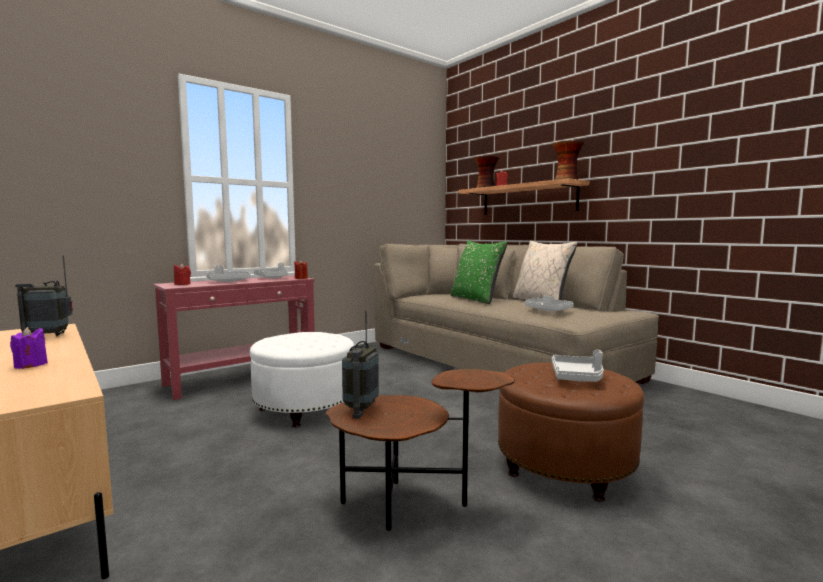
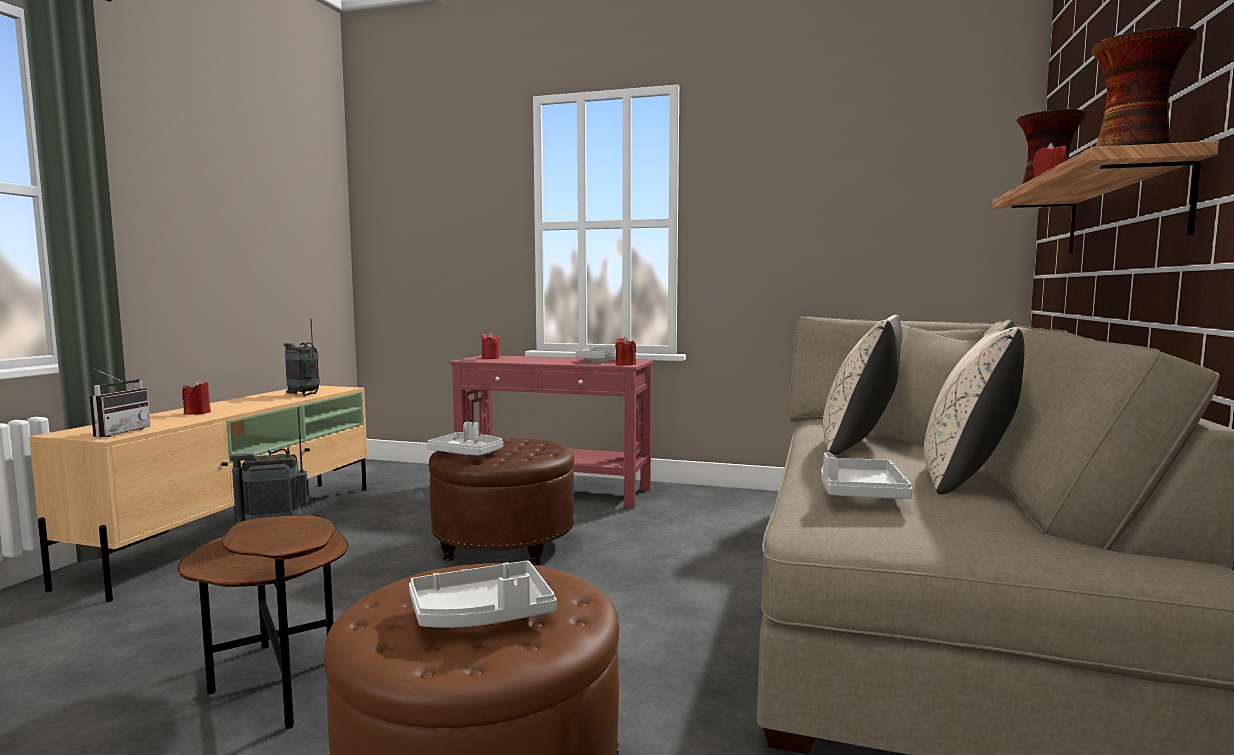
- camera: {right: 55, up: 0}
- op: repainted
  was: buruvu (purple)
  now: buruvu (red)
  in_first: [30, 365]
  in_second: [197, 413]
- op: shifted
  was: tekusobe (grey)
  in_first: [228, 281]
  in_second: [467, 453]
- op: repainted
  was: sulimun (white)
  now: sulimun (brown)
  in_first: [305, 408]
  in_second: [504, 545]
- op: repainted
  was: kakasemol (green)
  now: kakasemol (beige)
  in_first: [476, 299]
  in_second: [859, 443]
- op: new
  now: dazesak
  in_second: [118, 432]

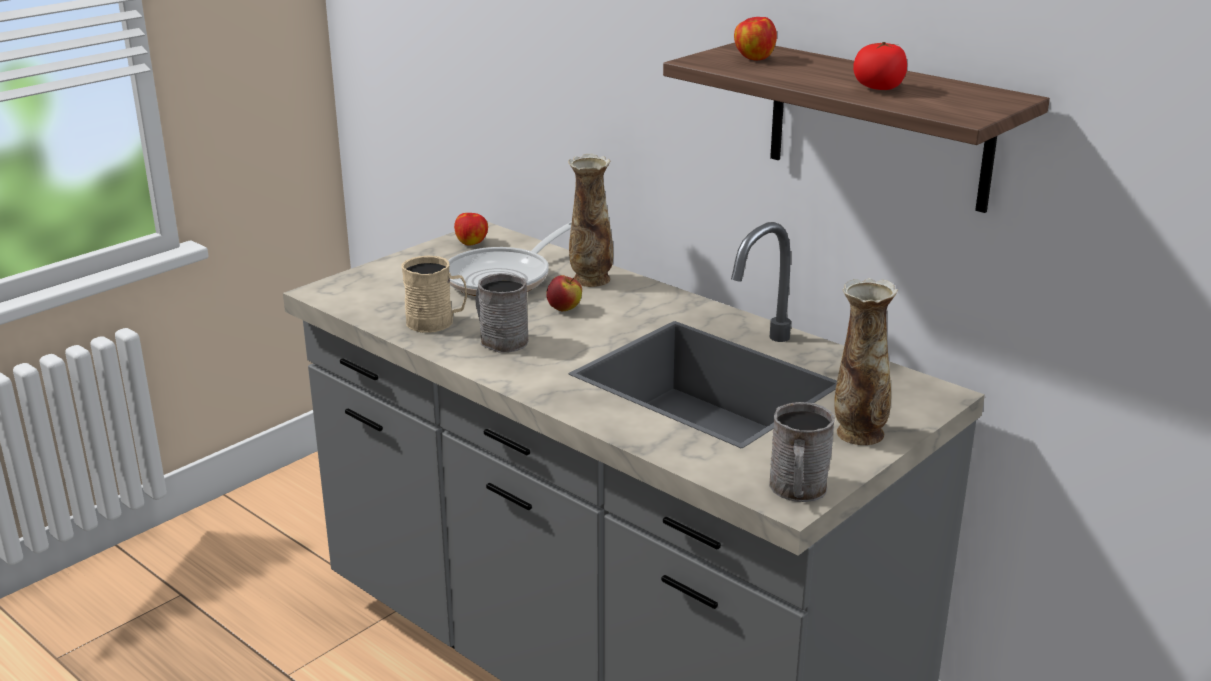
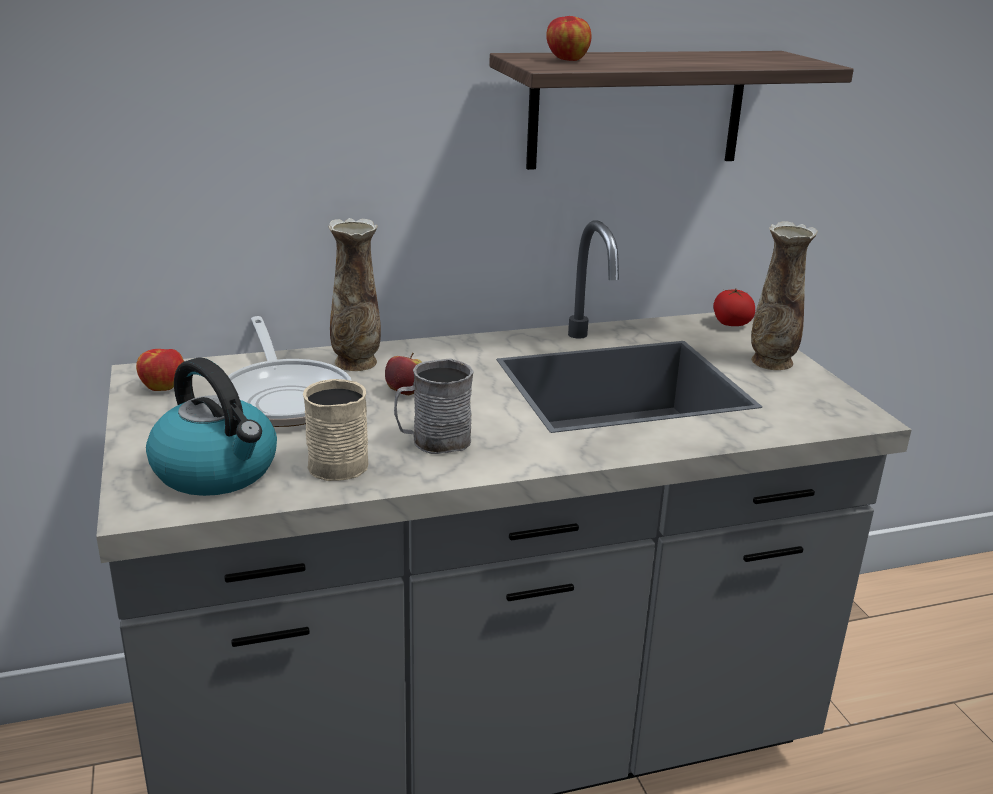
- camera: {right: -60, up: 0}
- op: gone
  was: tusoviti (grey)
  in_first: [798, 490]
- op: shifted
  was: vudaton
  in_first: [878, 88]
  in_second: [731, 324]
- op: new
  now: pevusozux
  in_second: [217, 471]

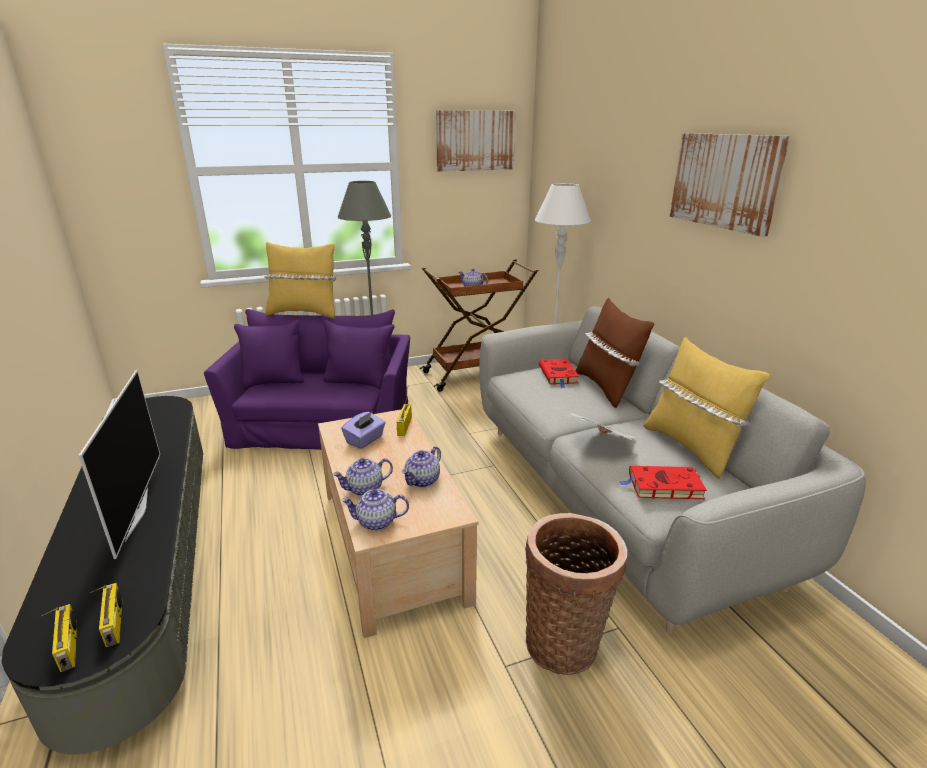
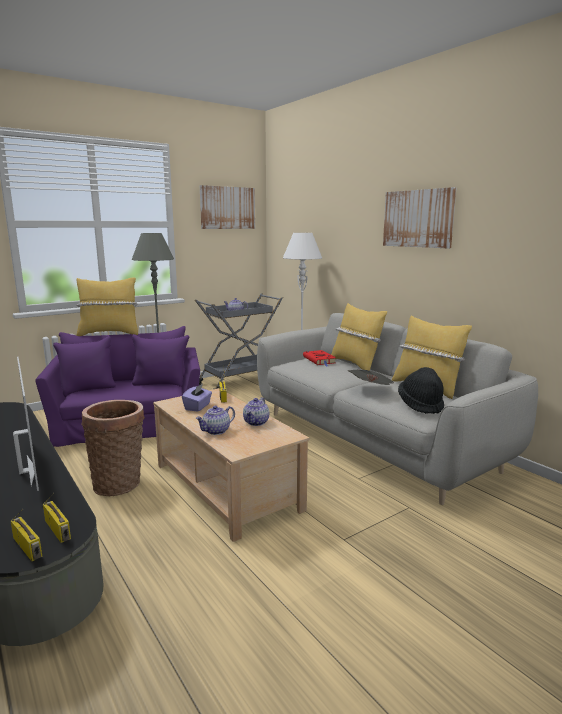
- camera: {right: -15, up: -10}
- op: gone
  was: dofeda
  in_first: [376, 522]
- op: repainted
  was: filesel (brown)
  now: filesel (grey)
  in_first: [477, 374]
  in_second: [240, 382]
- op: shifted
  was: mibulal
  in_first: [565, 641]
  in_second: [119, 483]
- op: repainted
  was: kakasemol (brown)
  now: kakasemol (yellow)
  in_first: [606, 387]
  in_second: [355, 364]
- op: swapped
  was: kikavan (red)
  now: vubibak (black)
  in_first: [663, 486]
  in_second: [421, 405]

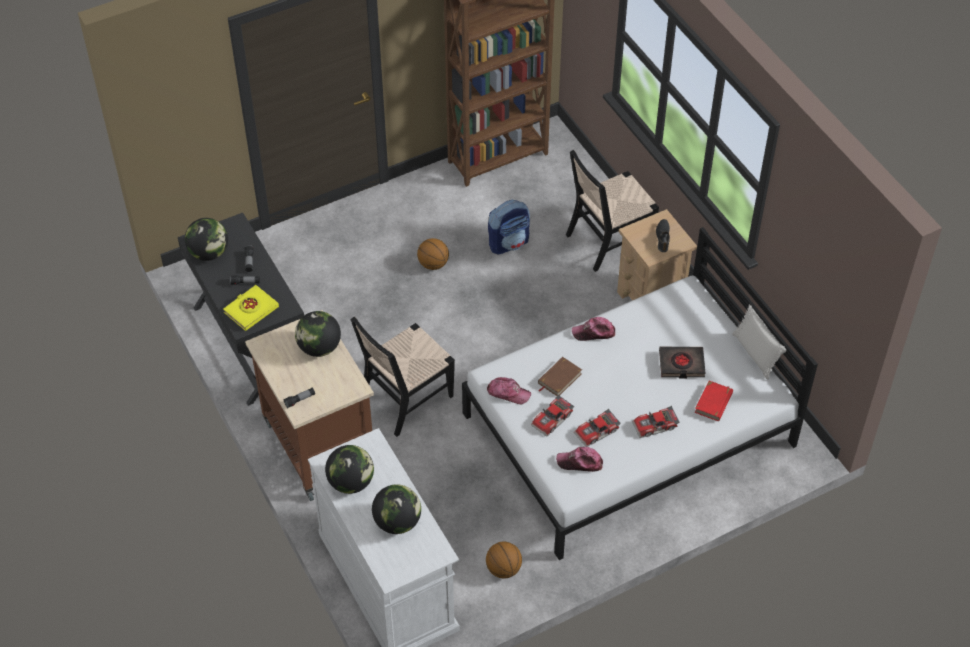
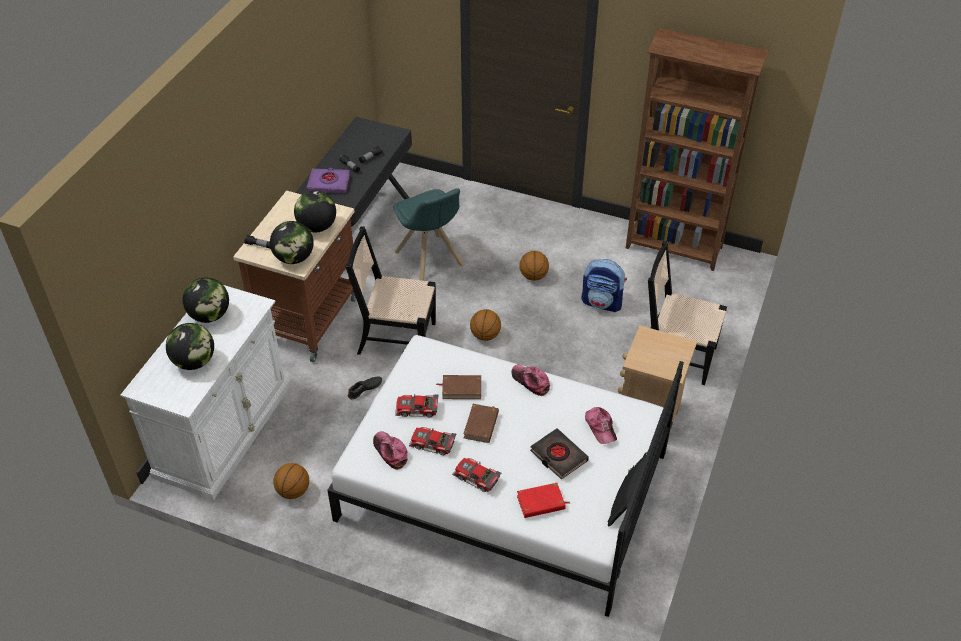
- camera: {right: 50, up: -5}
- op: shifted
  was: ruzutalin
  in_first: [209, 253]
  in_second: [294, 258]
- op: repainted
  was: kikavan (yellow)
  now: kikavan (purple)
  in_first: [251, 310]
  in_second: [329, 183]
- op: shifted
  was: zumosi
  in_first: [508, 393]
  in_second: [600, 427]
- op: shifted
  was: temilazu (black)
  in_first: [663, 237]
  in_second: [365, 389]
- op: repainted
  was: kakasemol (white)
  now: kakasemol (black)
  in_first: [756, 354]
  in_second: [627, 501]
- op: new
  now: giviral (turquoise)
  in_second: [430, 259]
- op: new
  now: kikavan (brown)
  in_second: [481, 425]
- op: new
  now: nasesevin
  in_second: [485, 335]

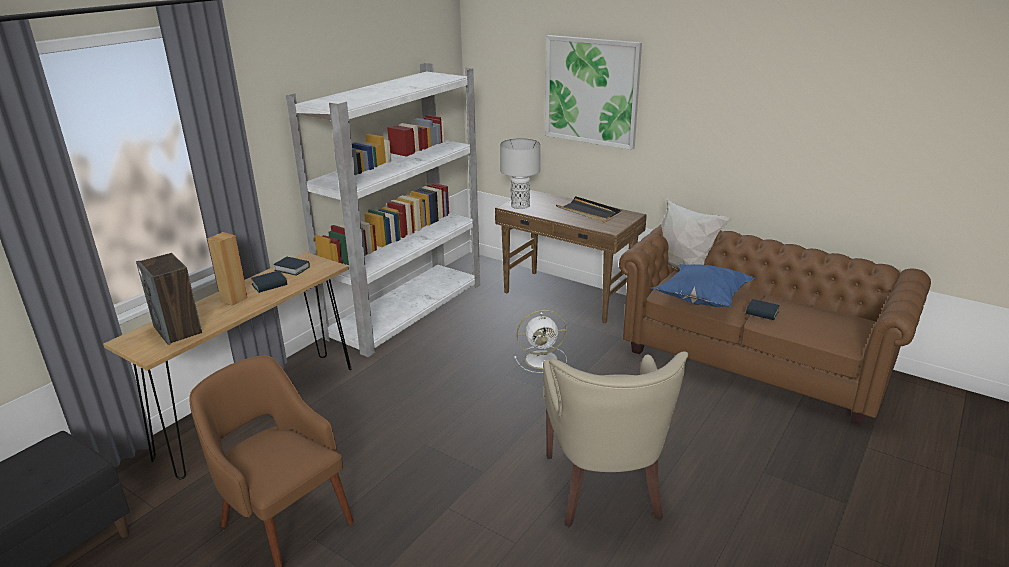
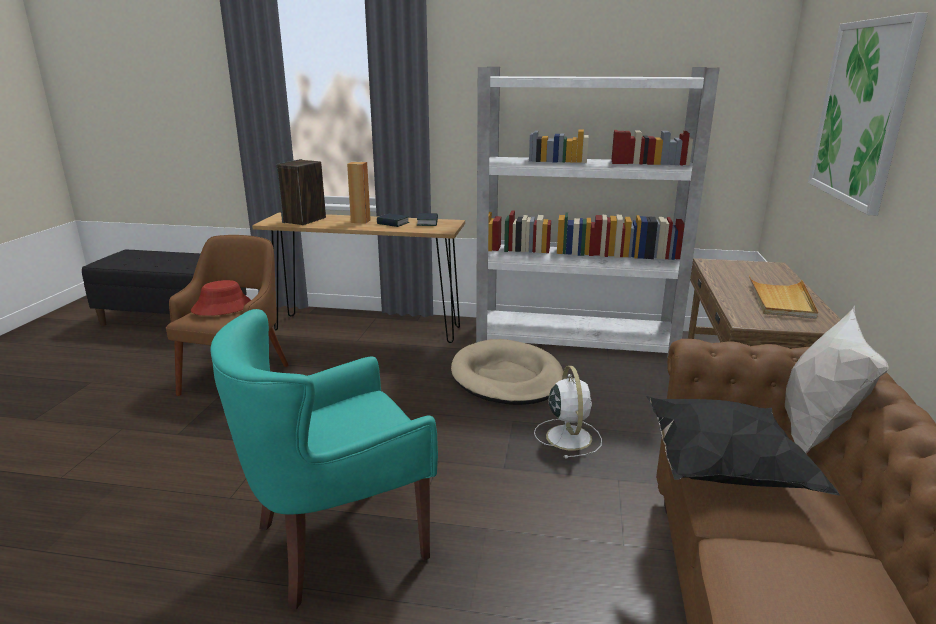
- camera: {right: 65, up: -5}
- op: gone
  was: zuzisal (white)
  in_first: [519, 205]
- op: rotated
  was: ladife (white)
  in_first: [543, 359]
  in_second: [568, 436]
  clockwise: -150
- op: repainted
  was: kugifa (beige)
  now: kugifa (turquoise)
  in_first: [603, 489]
  in_second: [337, 542]
- op: repainted
  was: tekusobe (black)
  now: tekusobe (beige)
  in_first: [589, 212]
  in_second: [781, 300]
- op: repainted
  was: kakasemol (blue)
  now: kakasemol (black)
  in_first: [701, 300]
  in_second: [721, 470]
- op: gone
  was: kikavan
  in_first: [762, 313]
- op: new
  now: vubibak (red)
  in_second: [222, 307]
- op: new
  now: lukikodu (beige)
  in_second: [507, 377]

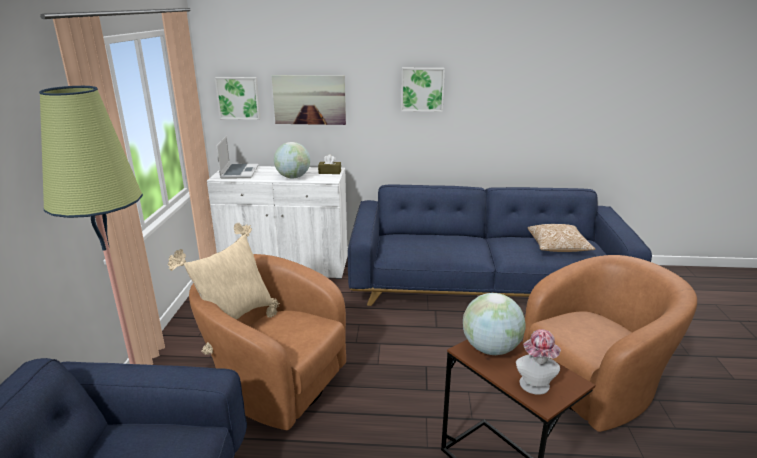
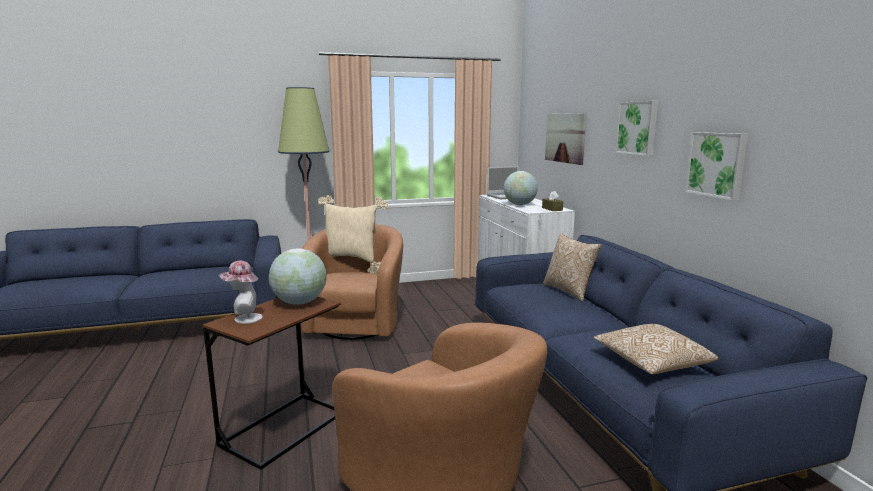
- camera: {right: 70, up: -10}
- op: shifted
  was: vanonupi
  in_first: [238, 98]
  in_second: [717, 164]
- op: new
  now: kakasemol
  in_second: [569, 291]

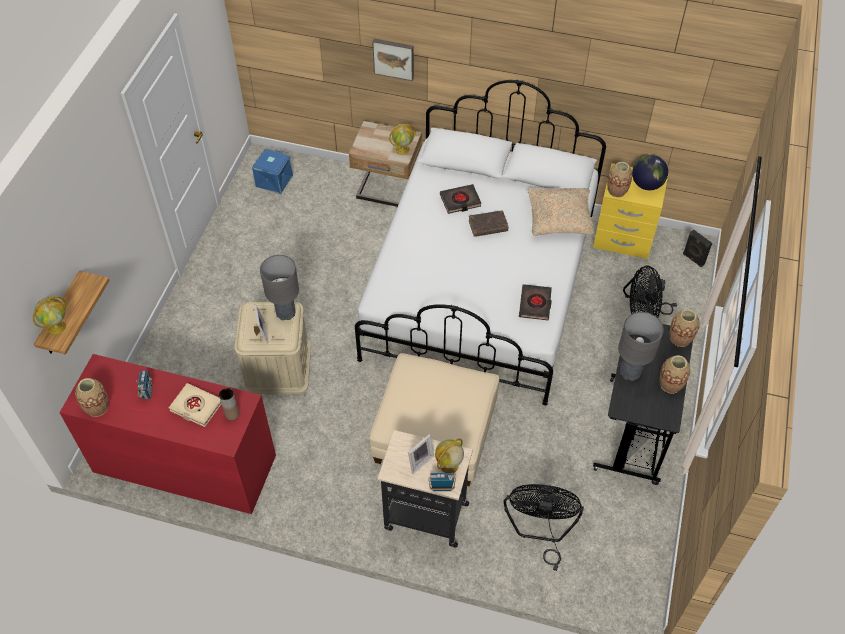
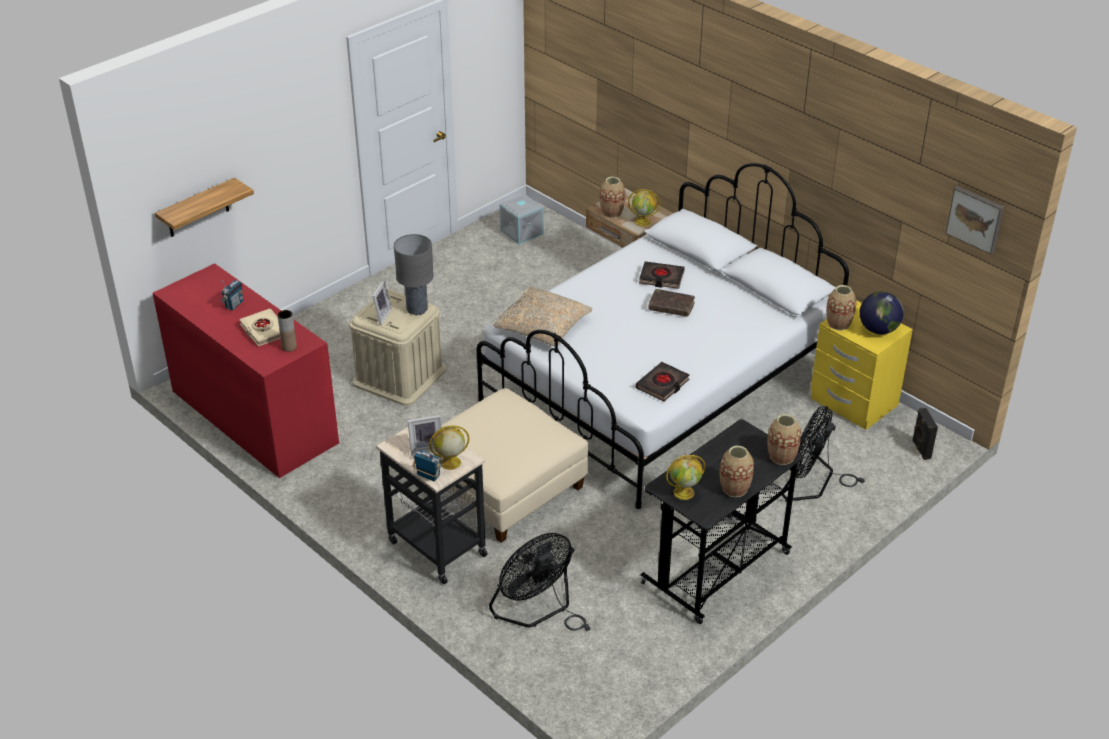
- camera: {right: 30, up: -15}
- op: shifted
  was: ruzutalin
  in_first: [57, 326]
  in_second: [684, 492]
- op: shifted
  was: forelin
  in_first: [97, 407]
  in_second: [611, 212]
- op: repainted
  was: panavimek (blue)
  now: panavimek (grey)
  in_first: [274, 181]
  in_second: [521, 231]
- op: shifted
  was: vanonupi
  in_first: [394, 58]
  in_second: [976, 218]
- op: rotated
  was: ladife (black)
  in_first: [542, 529]
  in_second: [544, 608]
  clockwise: -75
- op: shifted
  was: kakasemol (beige)
  in_first: [560, 218]
  in_second: [542, 326]
- op: gone
  was: zuzisal (grey)
  in_first: [630, 372]

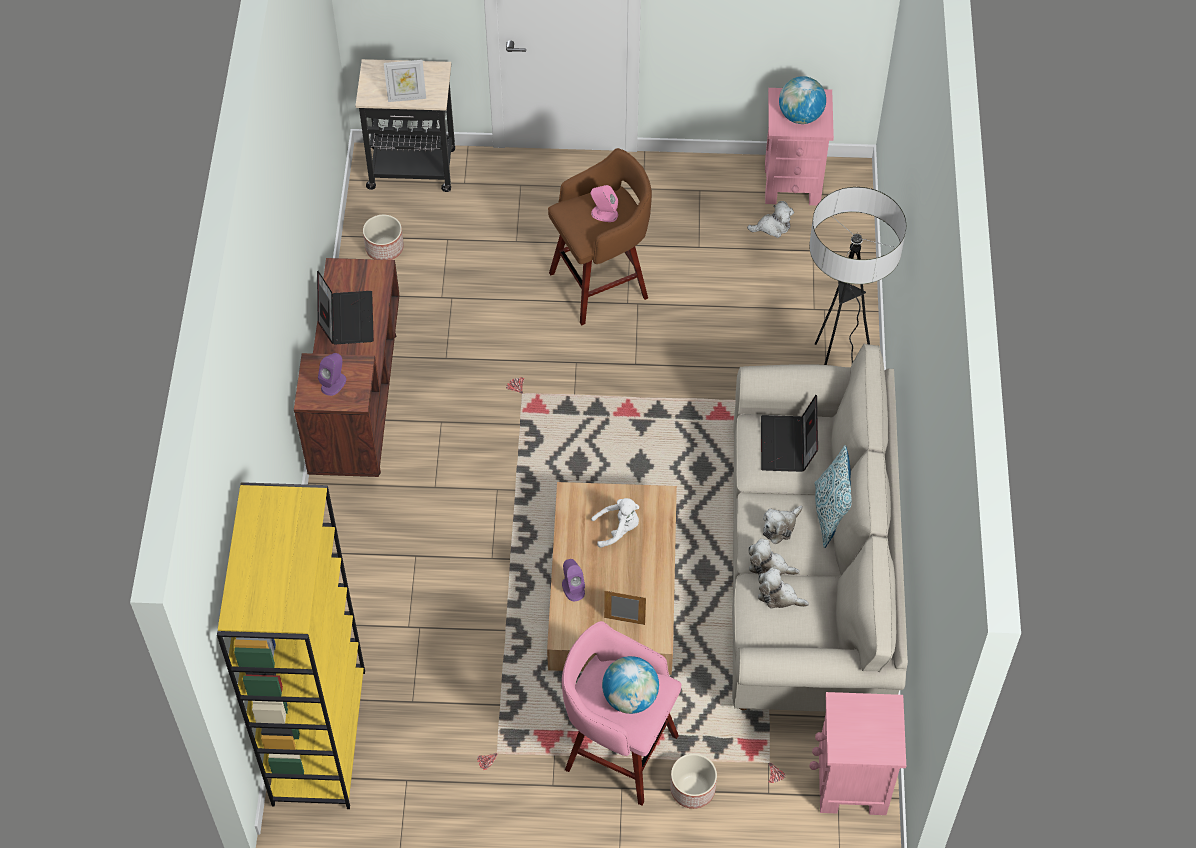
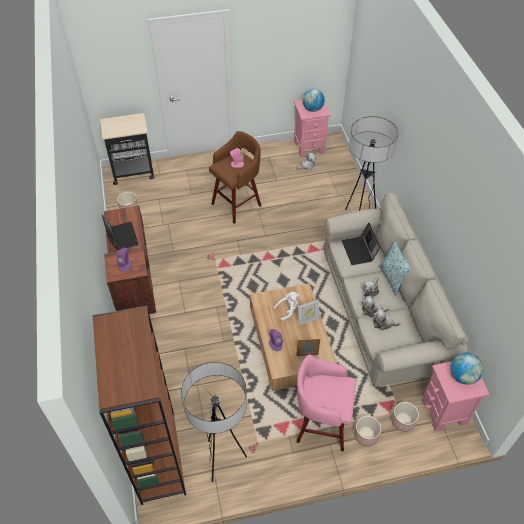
- camera: {right: -15, up: -5}
- op: repainted
  was: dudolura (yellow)
  now: dudolura (brown)
  in_first: [318, 736]
  in_second: [158, 457]
- op: shifted
  was: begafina
  in_first: [406, 97]
  in_second: [307, 320]
- op: shifted
  was: ruzutalin
  in_first: [630, 697]
  in_second: [462, 376]
- op: new
  now: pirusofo
  in_second: [222, 458]
- op: new
  now: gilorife
  in_second: [403, 421]

